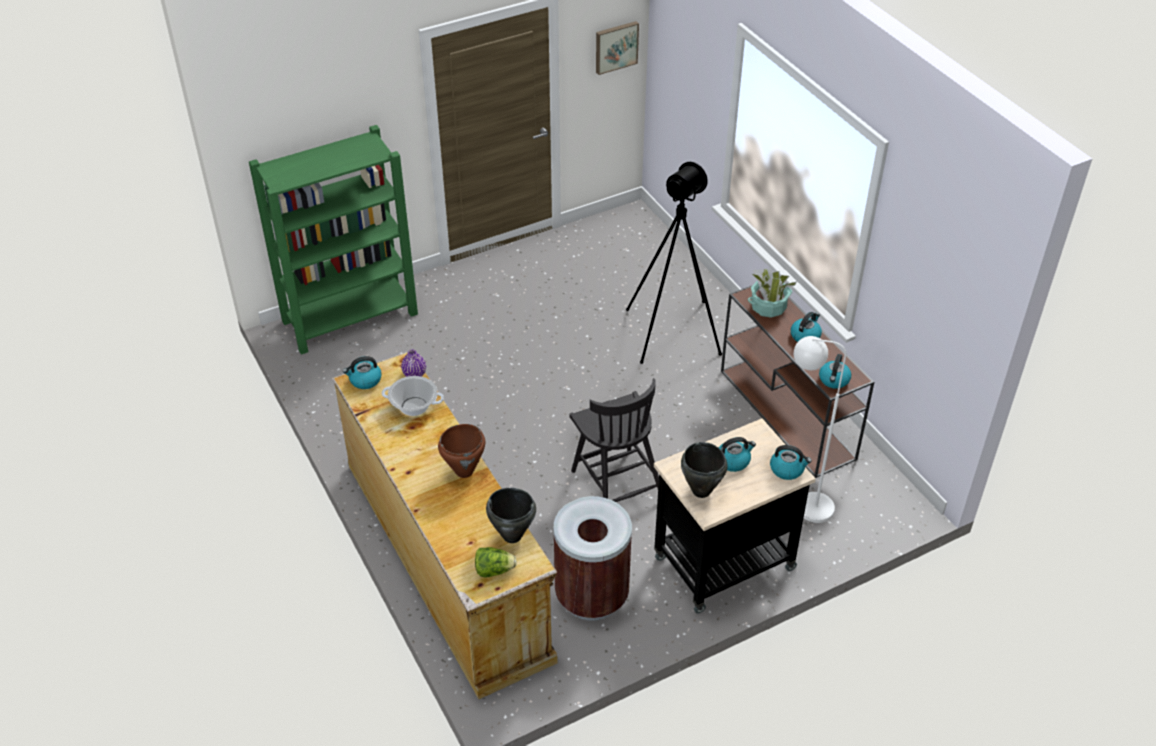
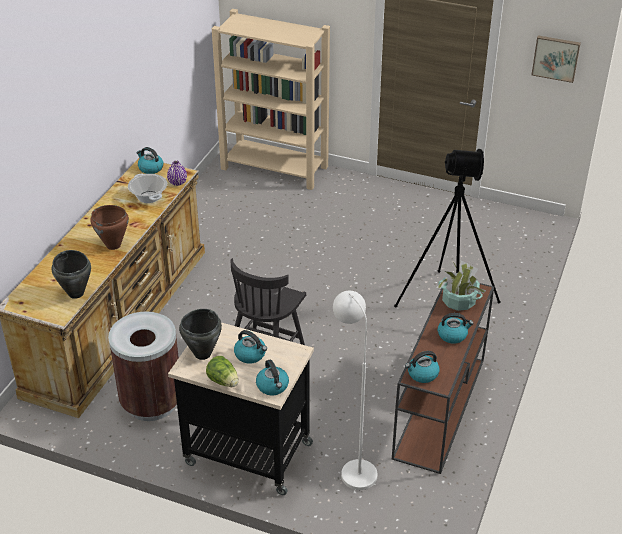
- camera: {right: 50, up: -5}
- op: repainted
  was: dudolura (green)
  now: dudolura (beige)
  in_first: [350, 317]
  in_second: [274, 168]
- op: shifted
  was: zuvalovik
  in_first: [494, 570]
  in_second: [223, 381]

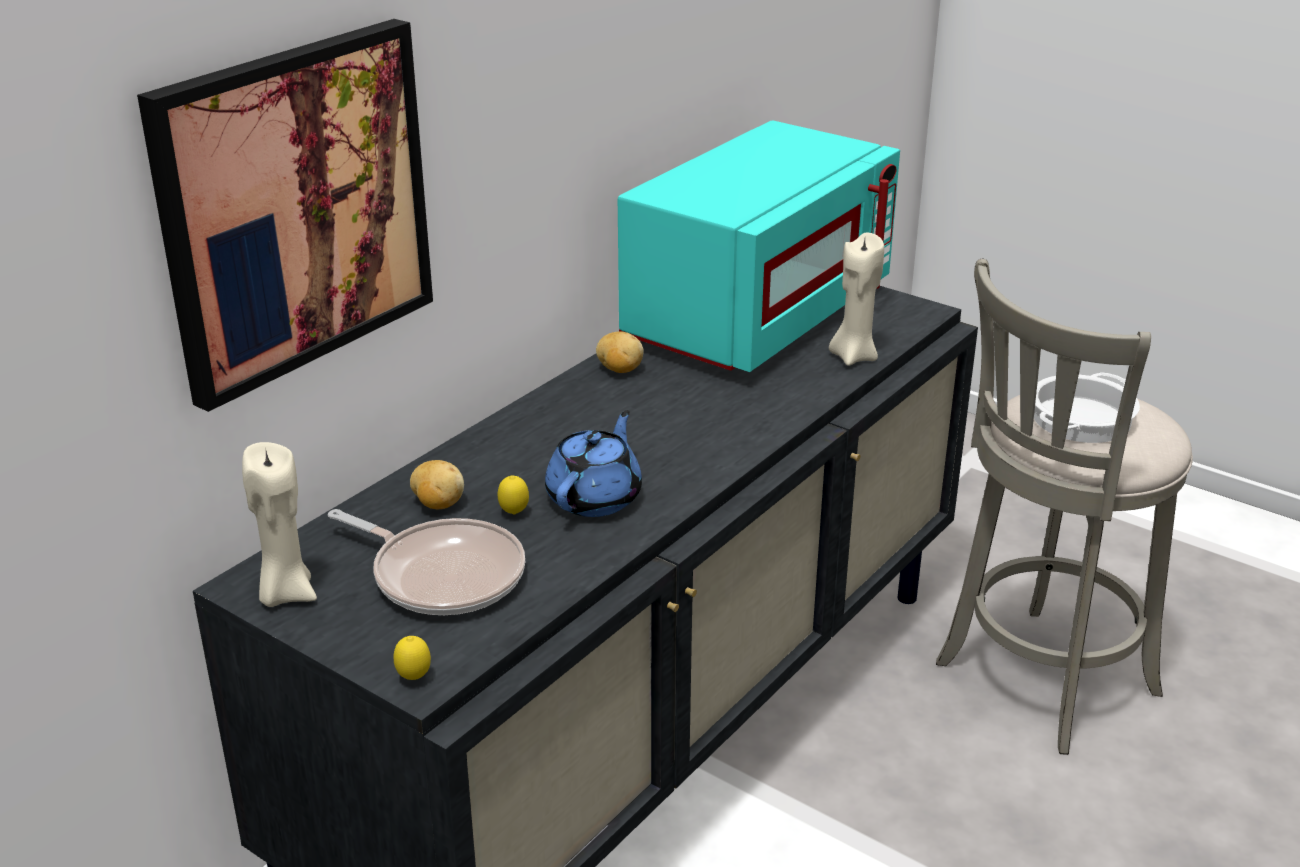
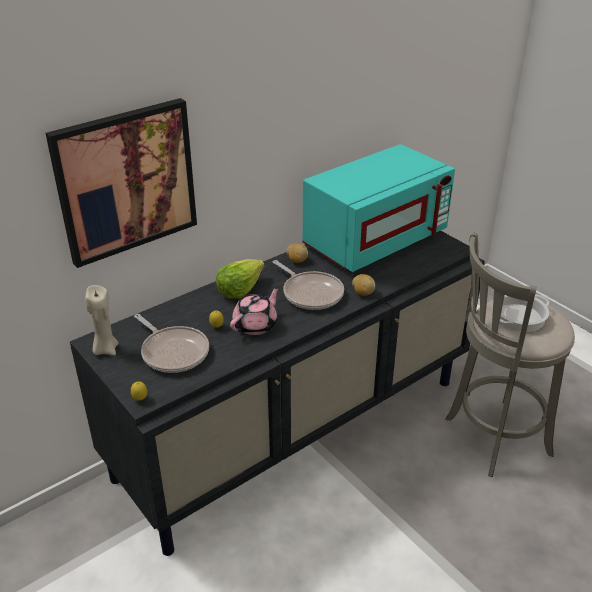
- camera: {right: 15, up: 5}
- op: shifted
  was: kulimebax
  in_first: [438, 504]
  in_second: [362, 293]
- op: repainted
  was: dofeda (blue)
  now: dofeda (pink)
  in_first: [595, 497]
  in_second: [256, 325]
- op: gone
  was: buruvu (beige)
  in_first: [853, 356]
- op: new
  now: zuvalovik
  in_second: [239, 289]
- op: new
  now: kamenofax
  in_second: [310, 293]

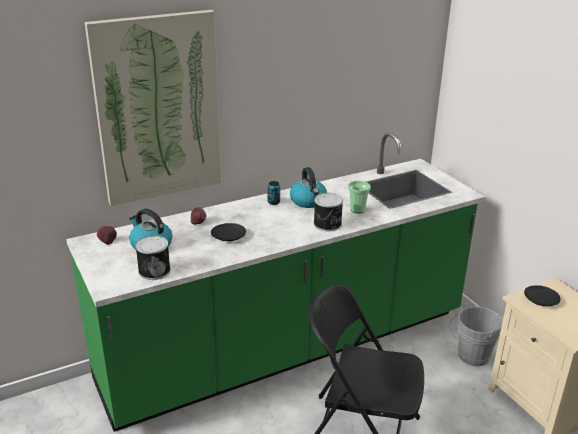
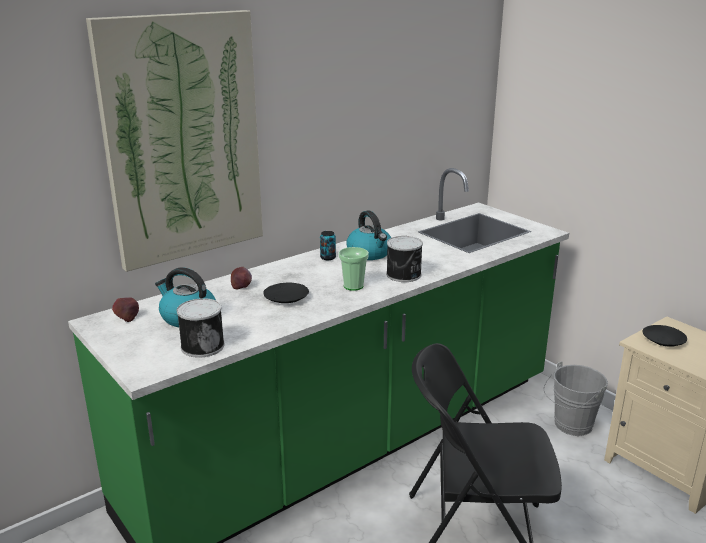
- camera: {right: -10, up: -5}
- op: shifted
  was: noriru
  in_first: [357, 210]
  in_second: [353, 286]

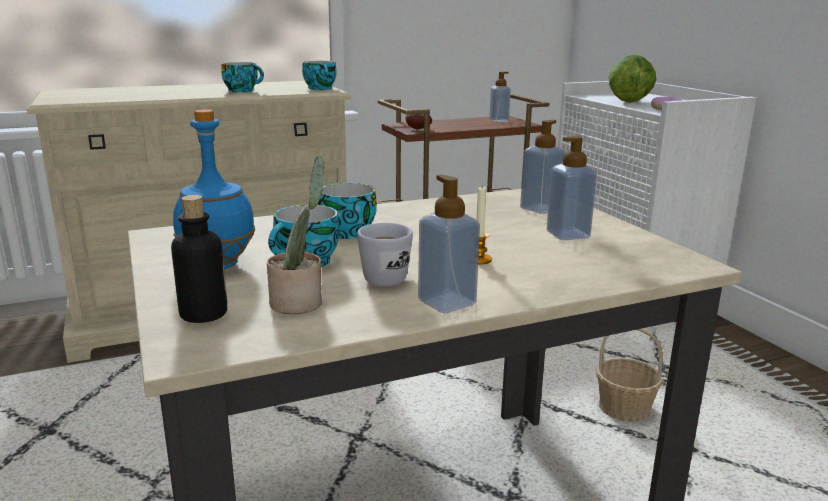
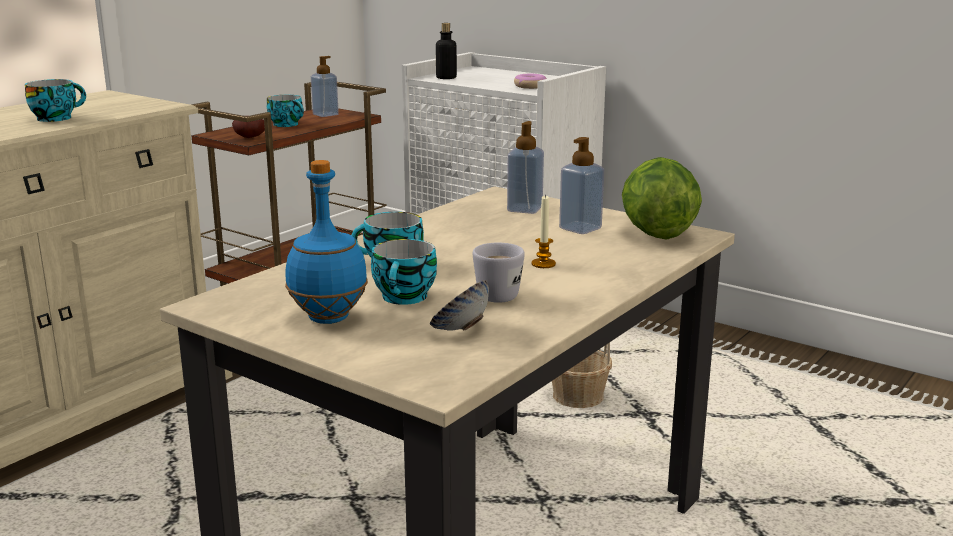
- camera: {right: -30, up: 0}
- op: shifted
  was: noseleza
  in_first: [203, 314]
  in_second: [446, 78]
- op: swapped
  was: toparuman
  now: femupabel
  in_first: [300, 302]
  in_second: [460, 330]
- op: shifted
  was: noriru
  in_first: [321, 89]
  in_second: [288, 125]
- op: gone
  was: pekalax
  in_first: [447, 302]
- op: shifted
  was: zuvalovik
  in_first: [629, 102]
  in_second: [655, 233]

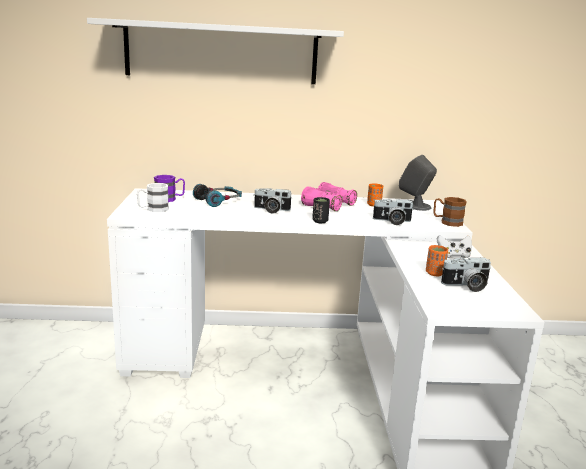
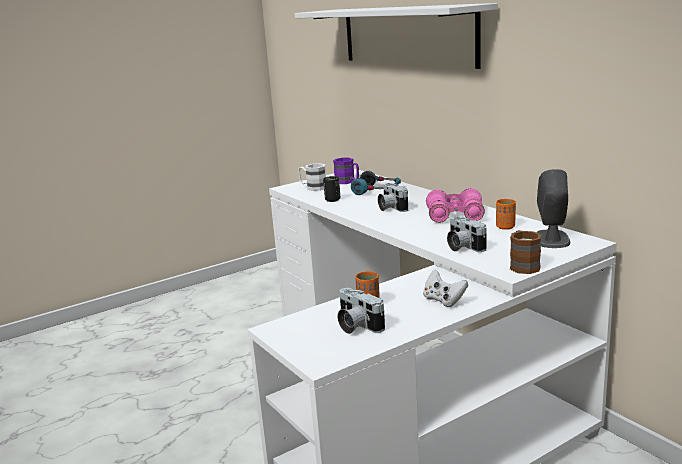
- camera: {right: 60, up: 0}
- op: shifted
  was: noriru (black)
  in_first: [320, 221]
  in_second: [332, 200]

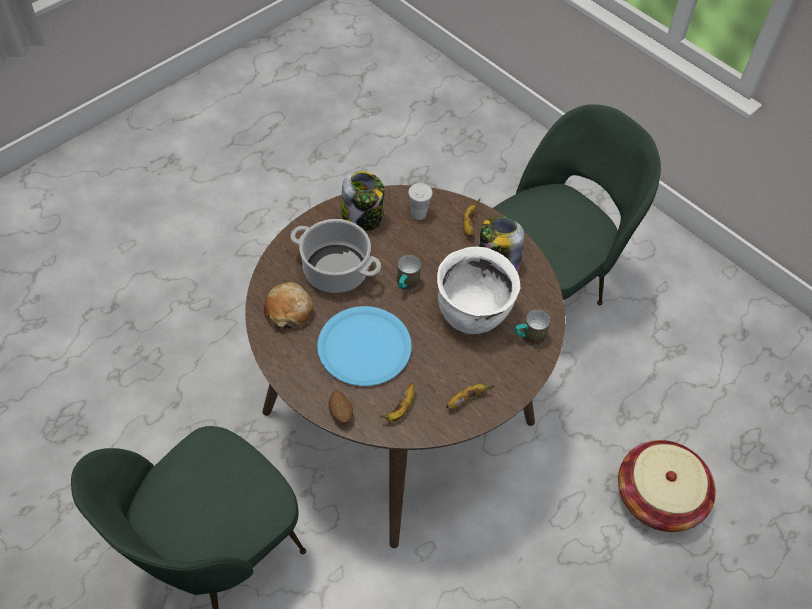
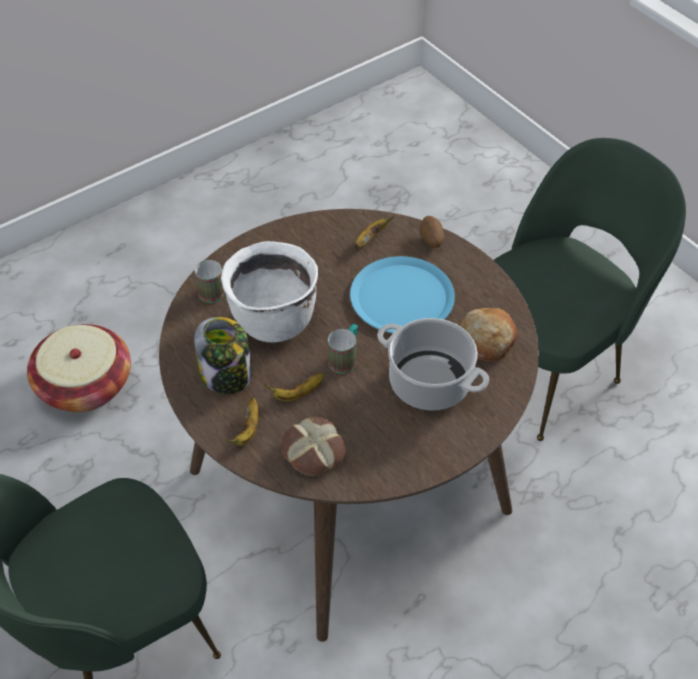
- camera: {right: -170, up: -5}
- op: gone
  was: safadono
  in_first: [363, 217]
- op: swapped
  was: noriru (white)
  now: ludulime
  in_first: [418, 214]
  in_second: [312, 451]
- op: shifted
  was: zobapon
  in_first: [466, 399]
  in_second: [297, 394]

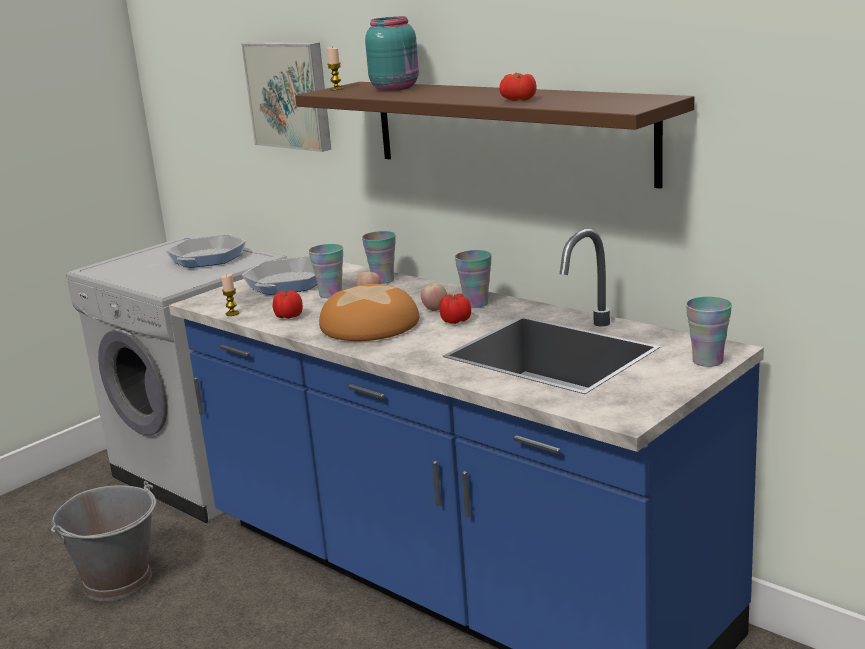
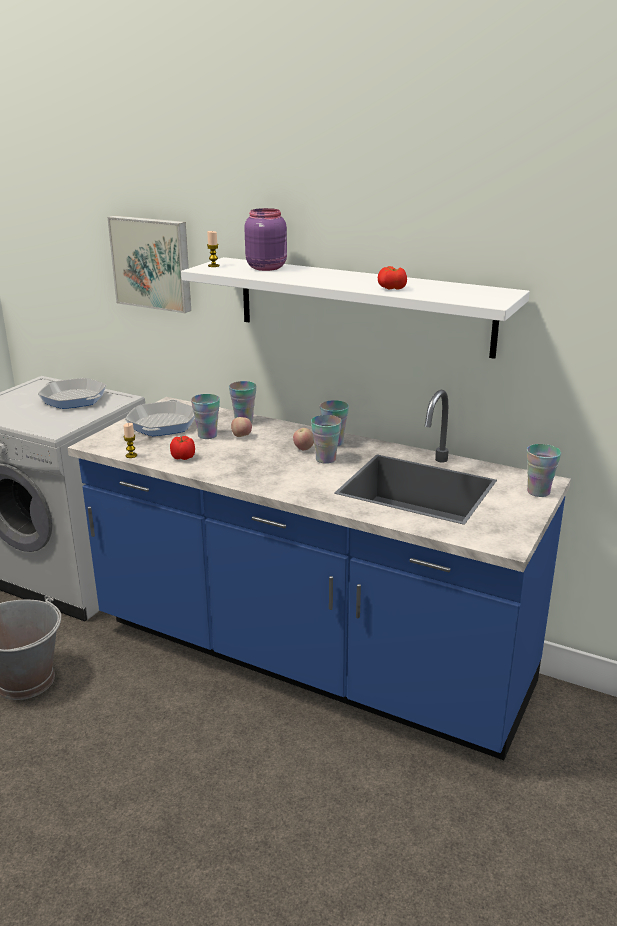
- camera: {right: -15, up: 5}
- op: rotated
  was: kamenofax
  in_first: [207, 257]
  in_second: [73, 398]
  clockwise: 120
- op: repainted
  was: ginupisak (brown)
  now: ginupisak (white)
  in_first: [508, 130]
  in_second: [362, 305]
- op: gone
  was: ludulime
  in_first: [370, 325]
- op: repainted
  was: safadono (turquoise)
  now: safadono (purple)
  in_first: [396, 88]
  in_second: [267, 267]
- op: swapped
  was: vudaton
  now: noriru
  in_first: [455, 320]
  in_second: [326, 459]

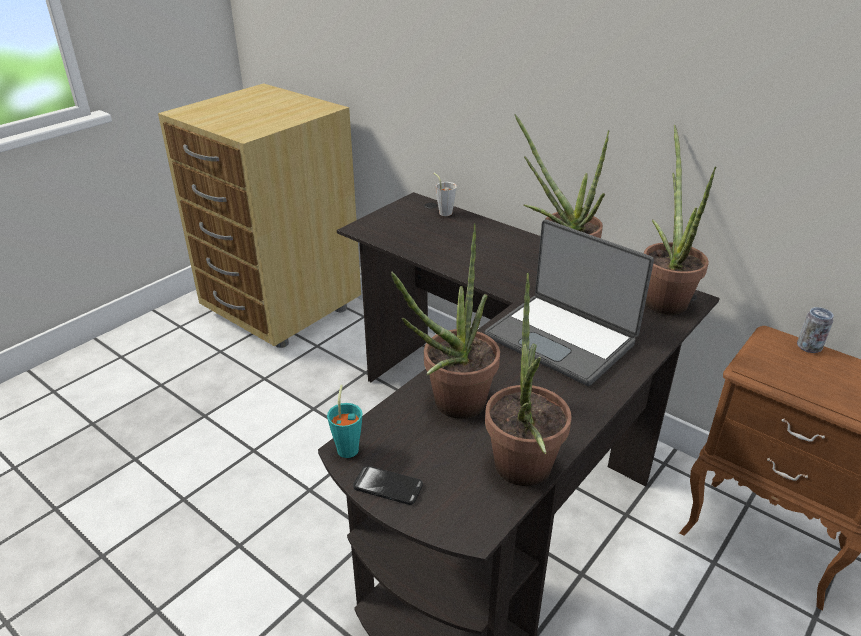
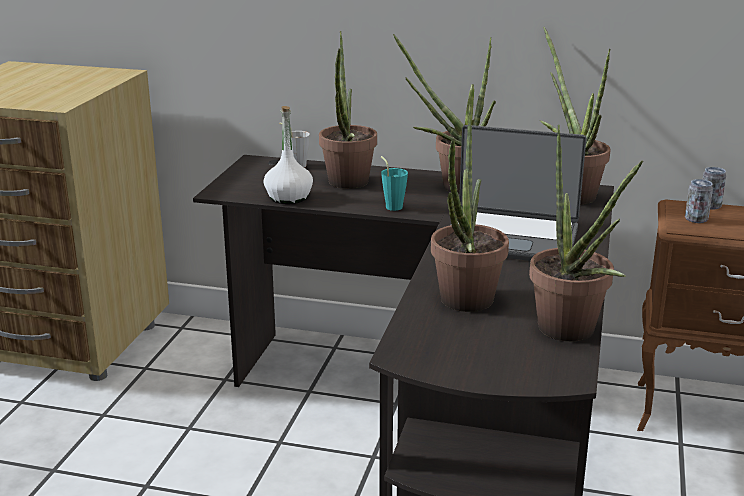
- camera: {right: -25, up: -10}
- op: shifted
  was: noriru (turquoise)
  in_first: [348, 446]
  in_second: [392, 206]
- op: gone
  was: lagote
  in_first: [388, 486]
- op: new
  now: noseleza (white)
  in_second: [289, 198]
- op: new
  now: toparuman
  in_second: [347, 185]
- op: new
  now: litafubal
  in_second: [696, 219]

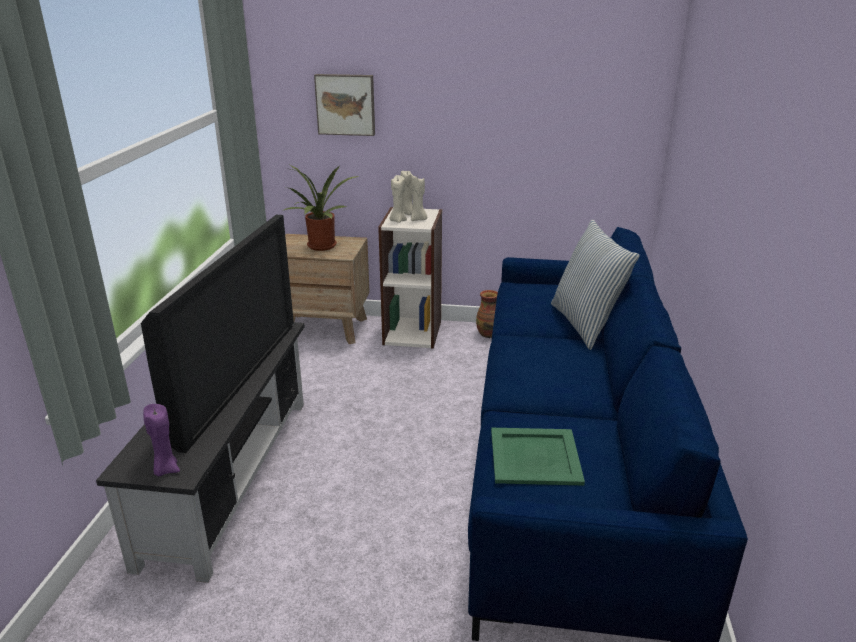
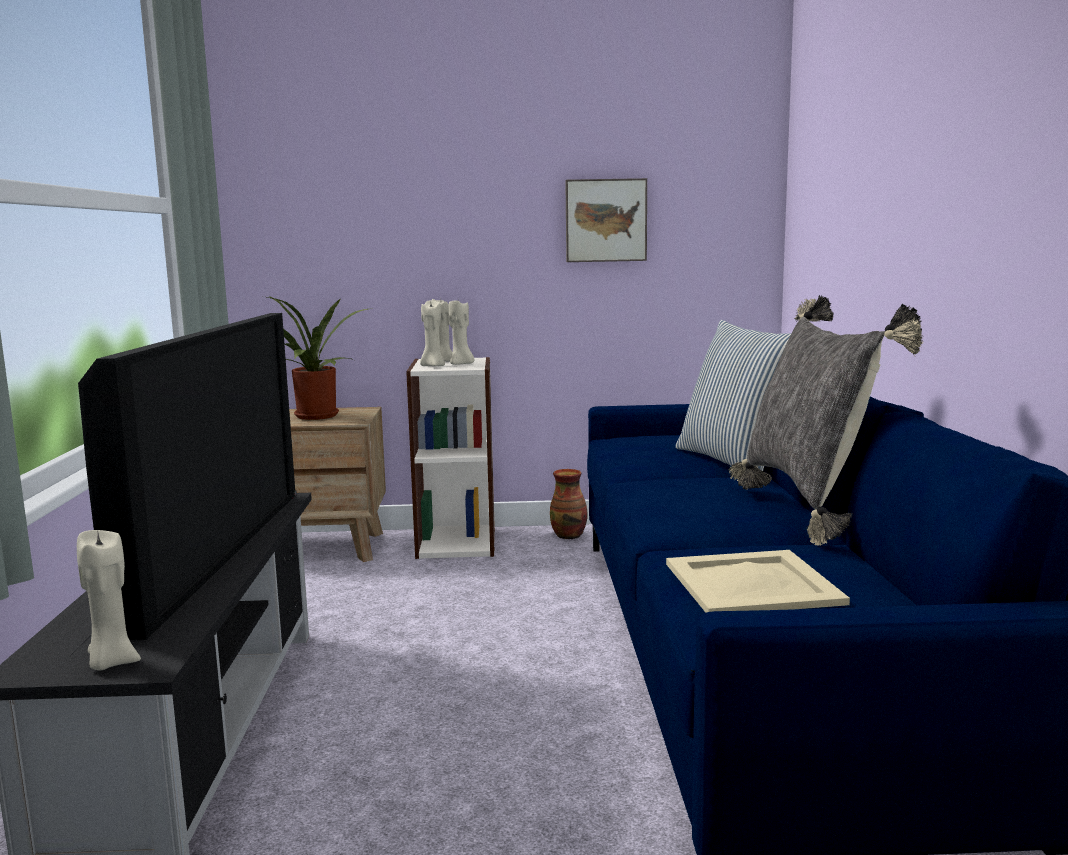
- camera: {right: -10, up: -15}
- op: repainted
  was: buruvu (purple)
  now: buruvu (beige)
  in_first: [166, 469]
  in_second: [111, 662]
- op: shifted
  was: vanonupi
  in_first: [346, 104]
  in_second: [605, 220]
- op: repainted
  was: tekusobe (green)
  now: tekusobe (beige)
  in_first: [534, 457]
  in_second: [751, 584]
- op: new
  now: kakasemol
  in_second: [814, 516]

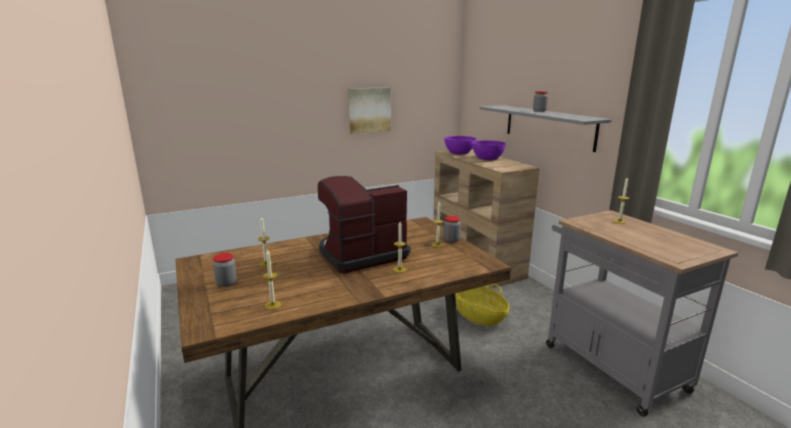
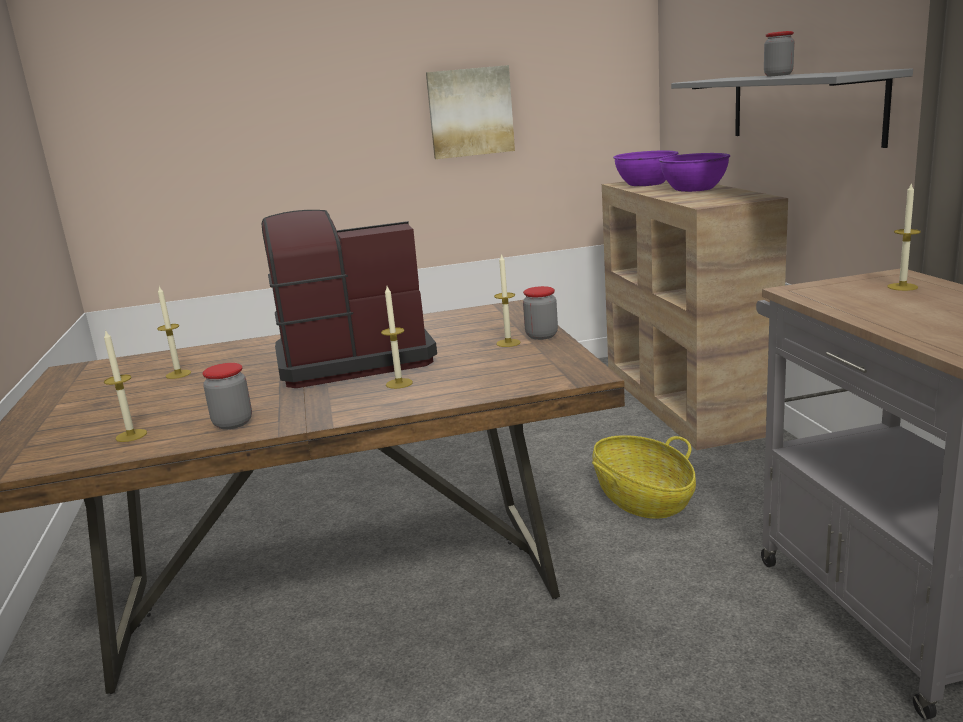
- camera: {right: 15, up: 0}
- op: shifted
  was: safadono
  in_first: [226, 283]
  in_second: [233, 423]

